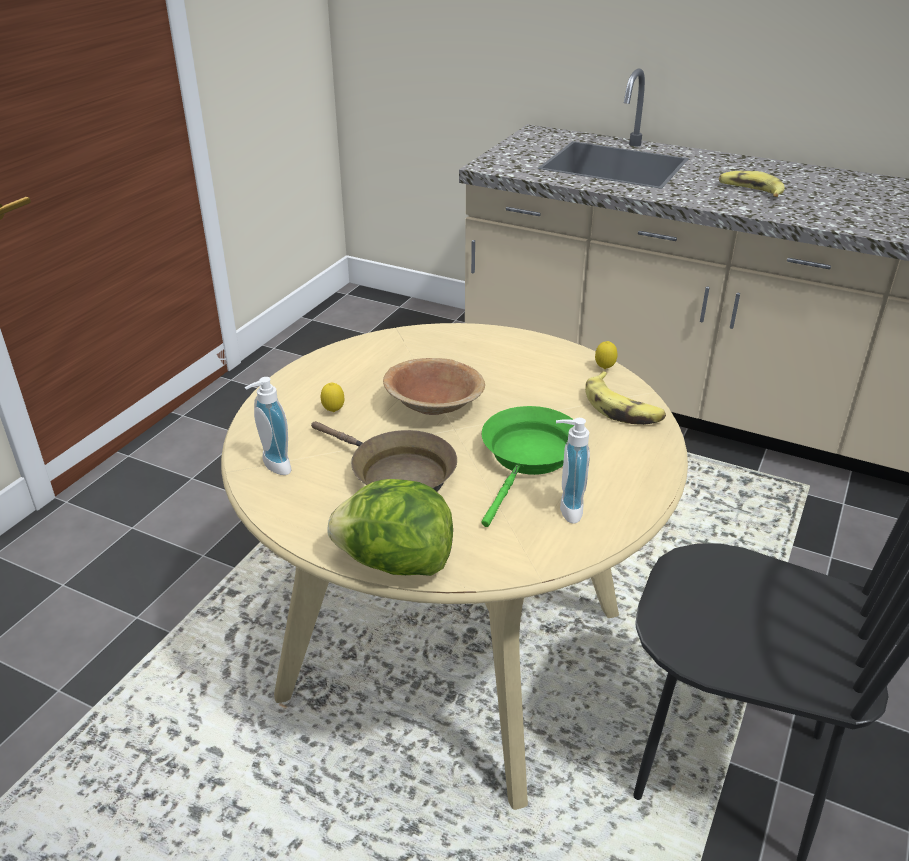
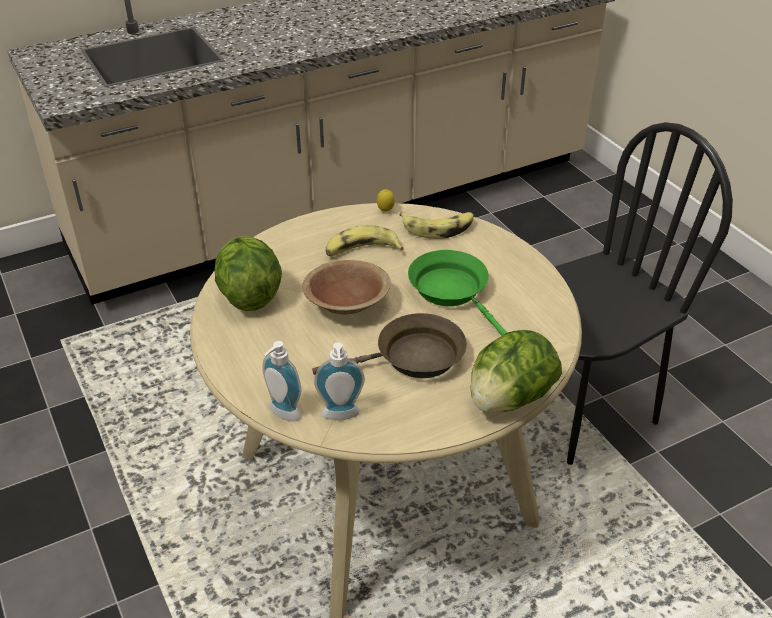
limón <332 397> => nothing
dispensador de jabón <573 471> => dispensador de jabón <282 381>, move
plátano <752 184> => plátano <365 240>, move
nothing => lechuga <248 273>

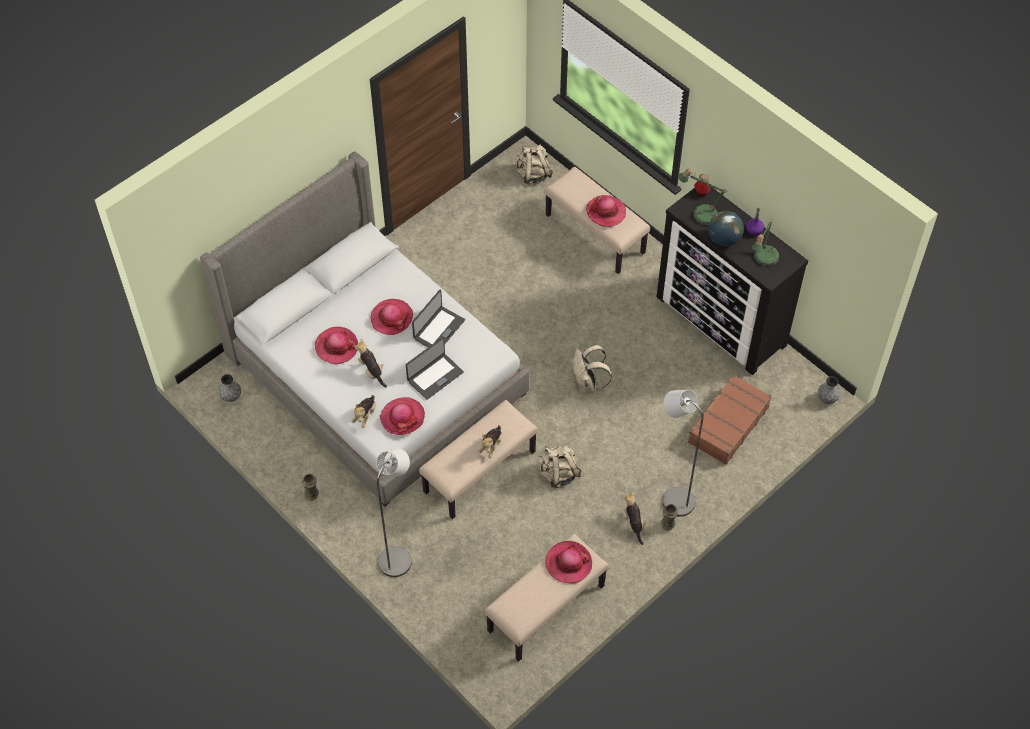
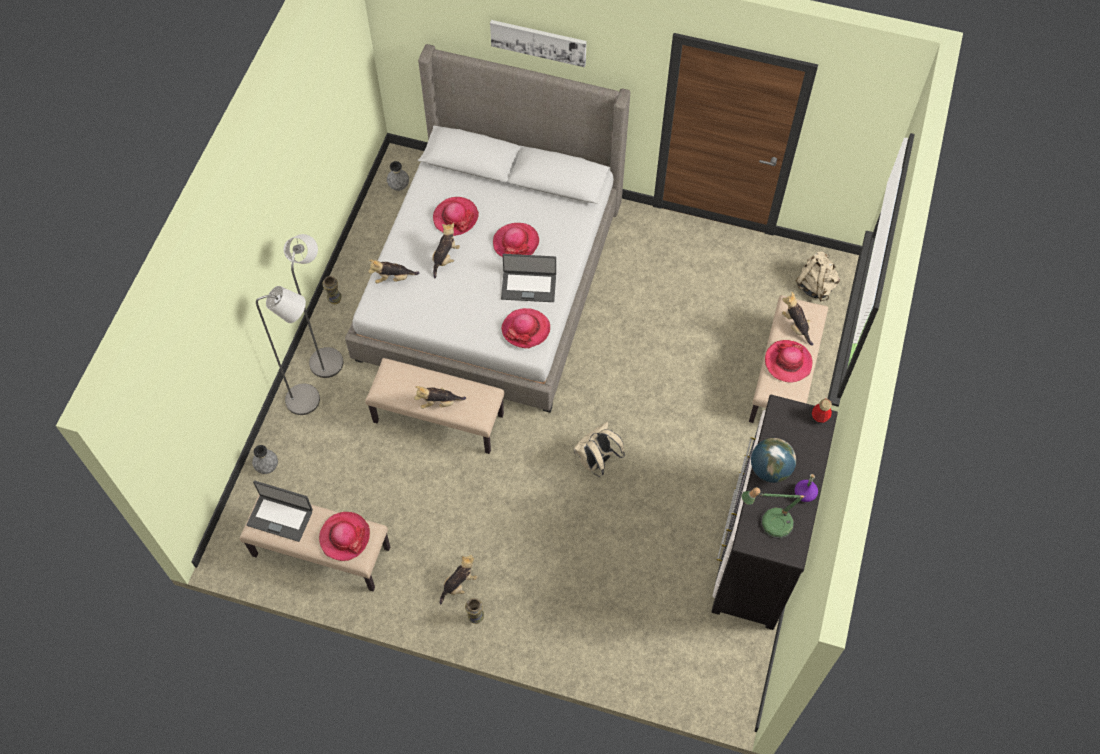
sombrero <402 416> => sombrero <525 328>, move
portátil <435 368> => portátil <279 511>, move
mochila (beis) <559 466> => nothing
lámpara de pie (gris) <683 453> => lámpara de pie (gris) <313 306>, move
lámpara de mesa <702 196> => nothing
maleta (marrón) <730 419> => nothing
florero (gris) <829 390> => florero (gris) <265 459>, move
nothing => cuadro <538 43>
nothing => peluche <797 319>

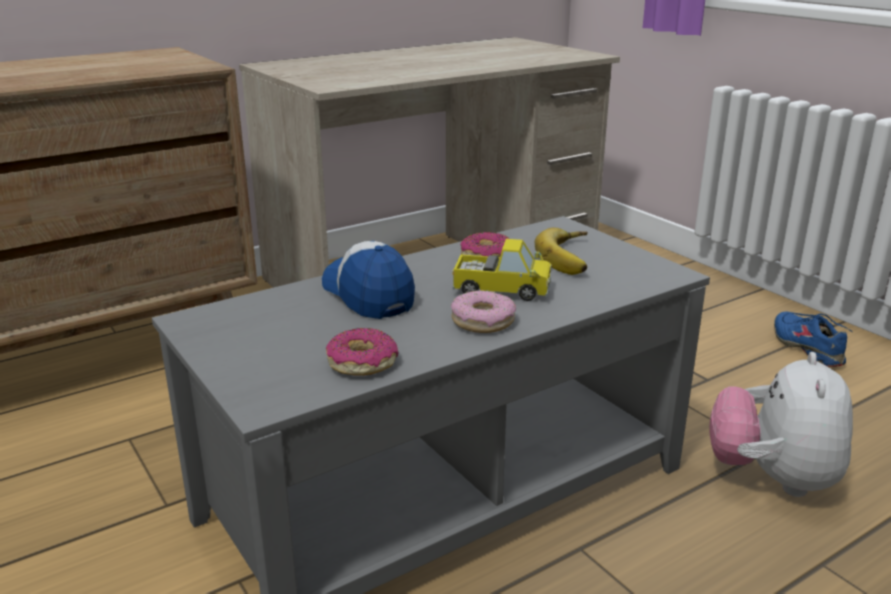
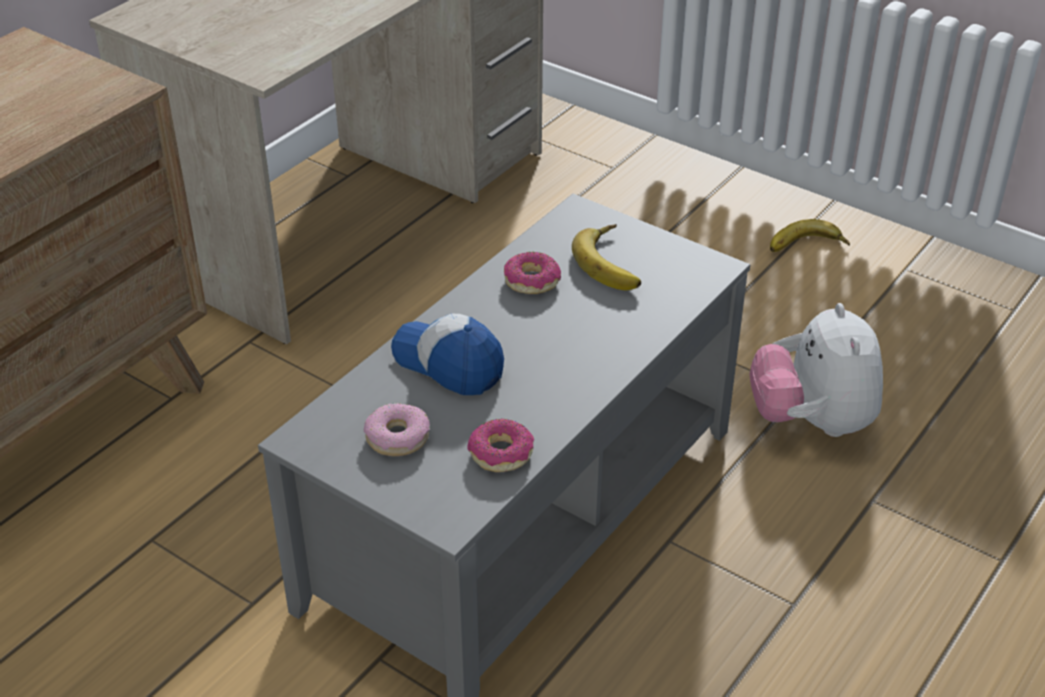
rosquilla <483 311> => rosquilla <397 429>, move
camión de juguete <502 270> => nothing
zapato (azul) <813 339> => plátano <810 235>

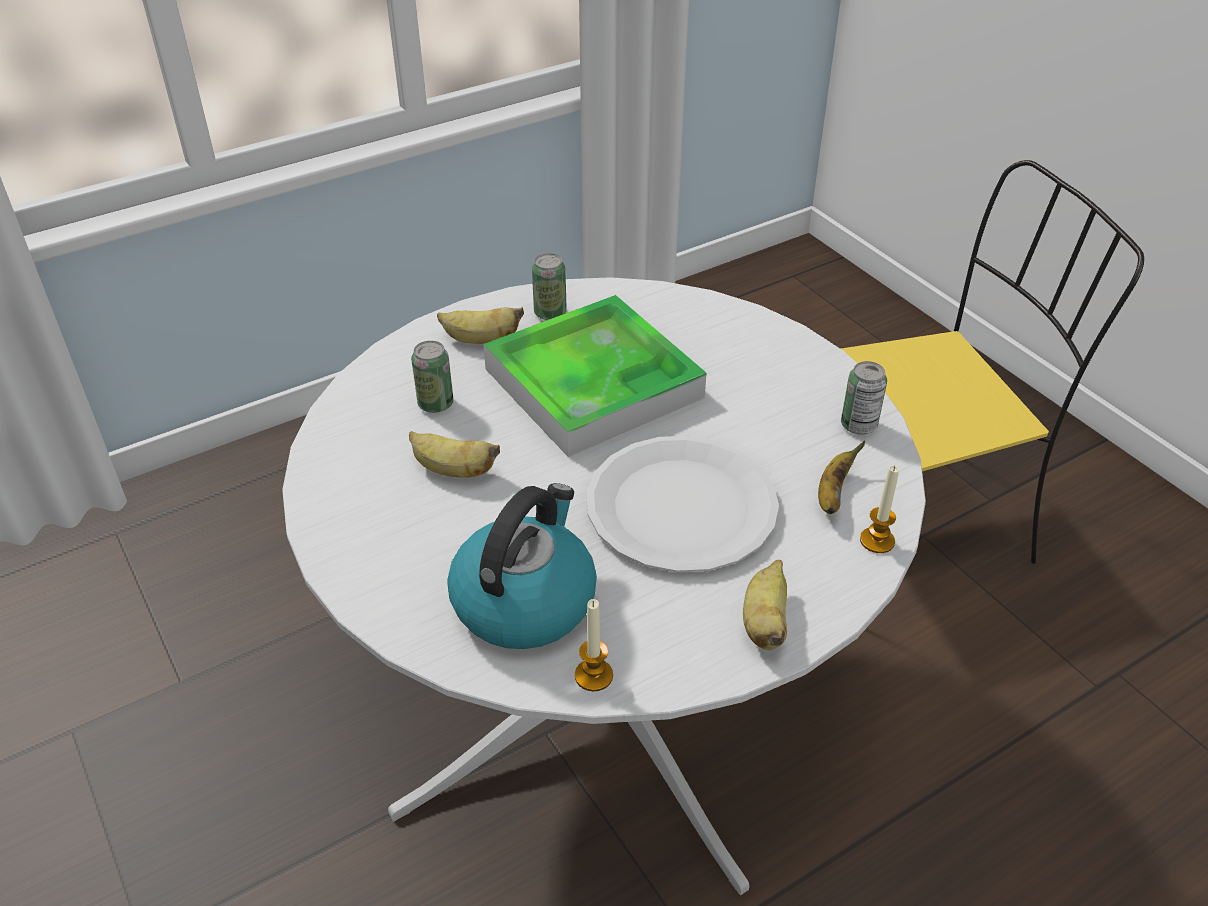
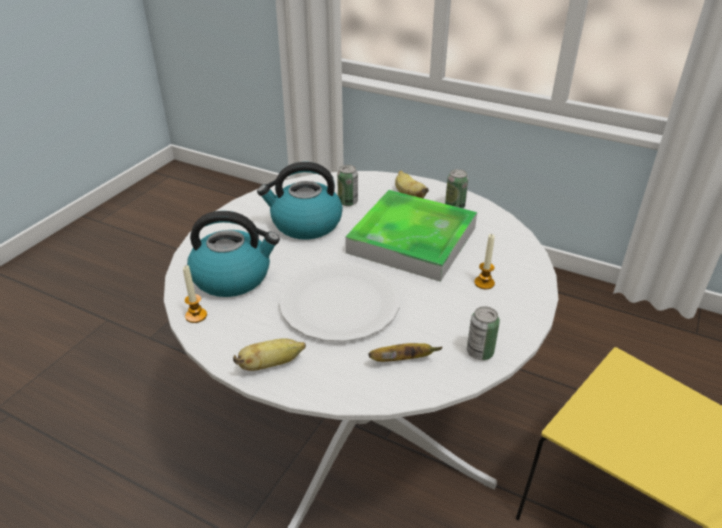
plátano <454 454> => hervidor <300 201>
vela <879 509> => vela <484 261>, move

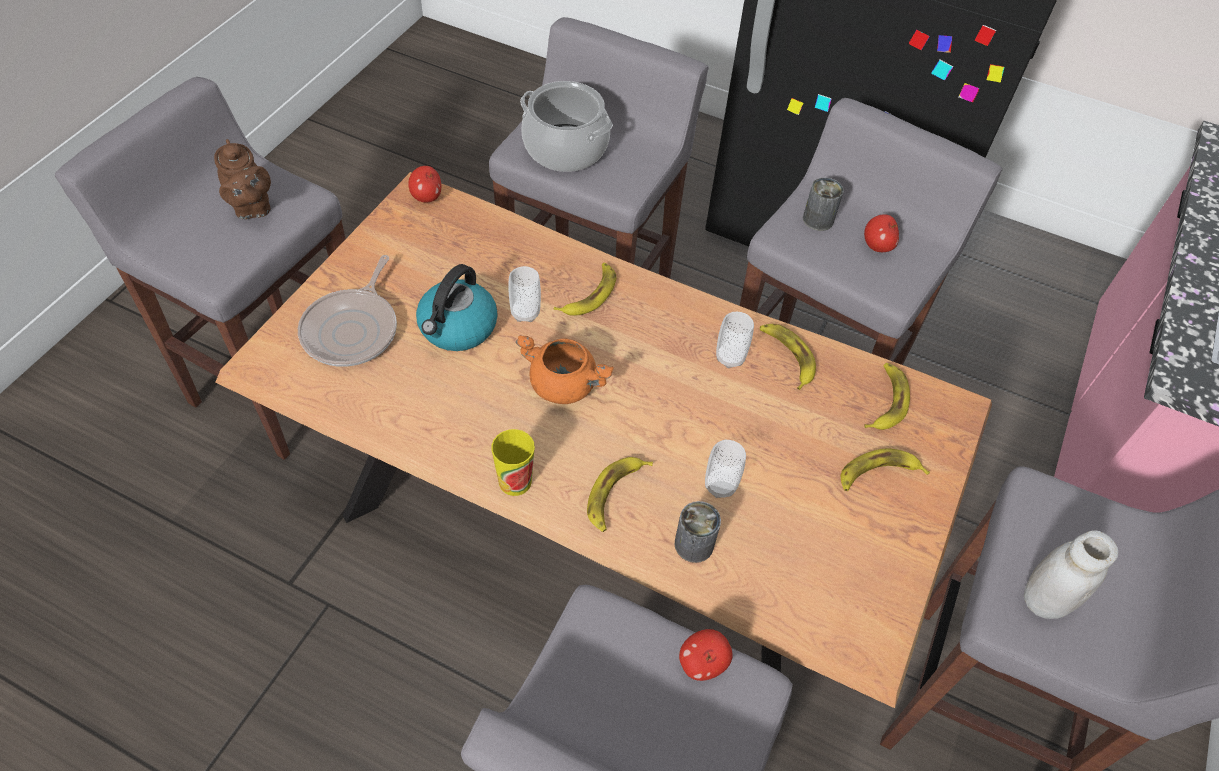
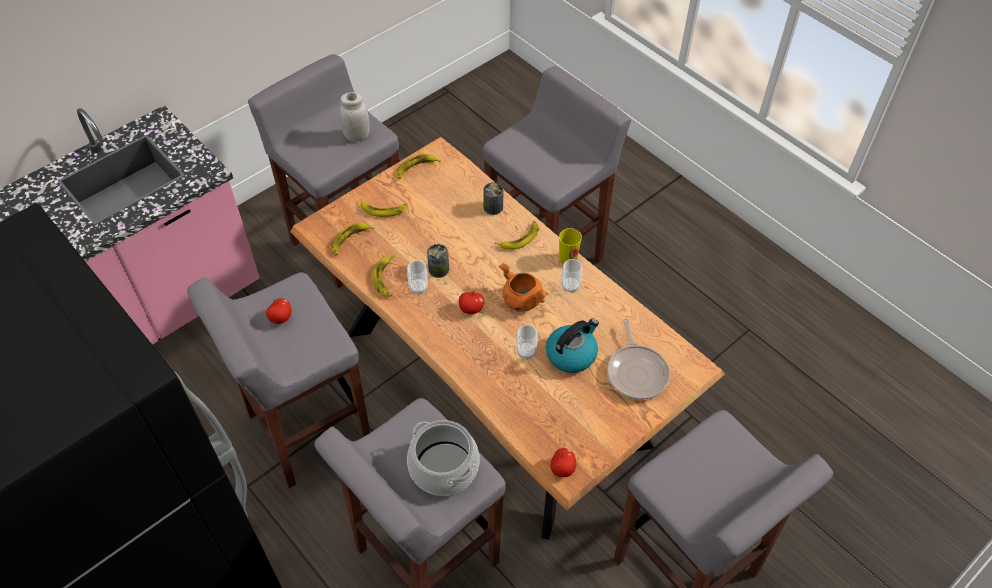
tetera (marrón) <242 179> => nothing
sartén <347 311> => sartén <638 359>, 135 degrees clockwise
plátano <585 289> => plátano <418 166>, move
manzana <705 655> => manzana <471 302>, move
taza <725 469> => taza <572 276>, move
lata <823 204> => lata <438 261>, move

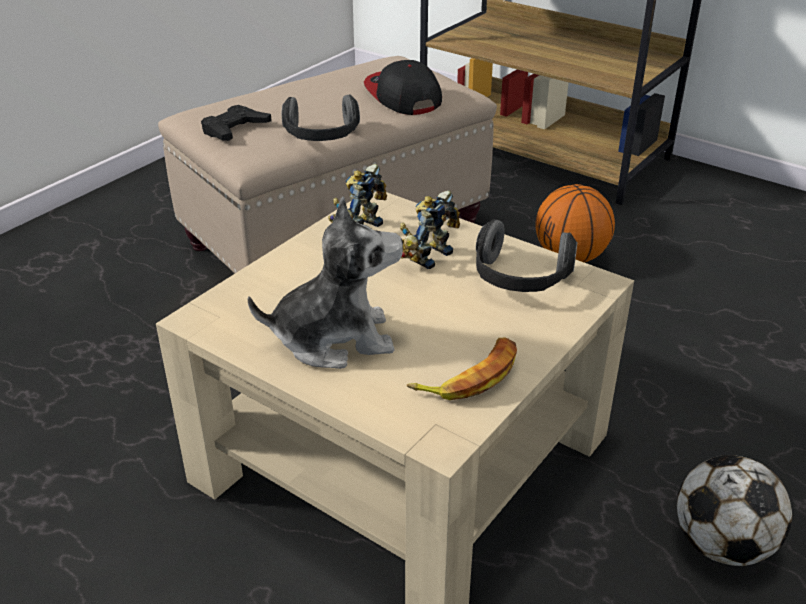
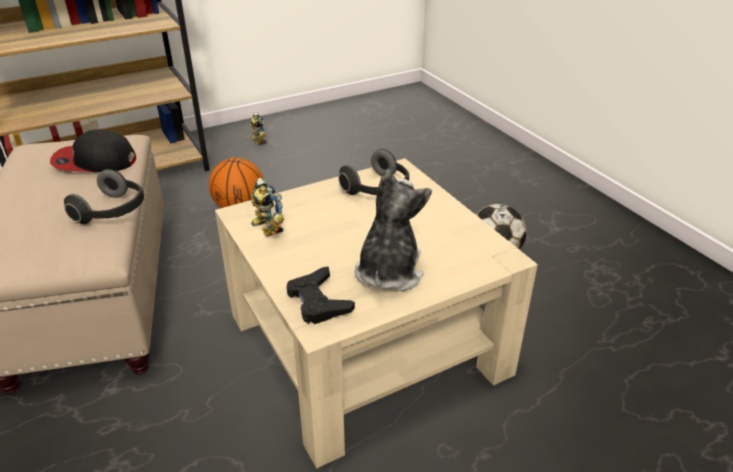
mando de consola (negro) <236 123> => mando de consola (negro) <321 295>, move
robot de juguete <430 230> => robot de juguete <259 128>, move
plátano <462 369> => nothing

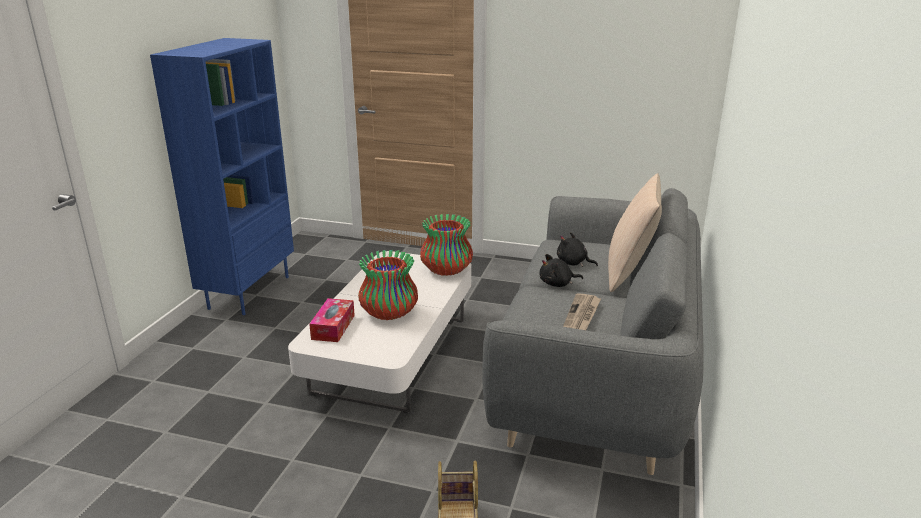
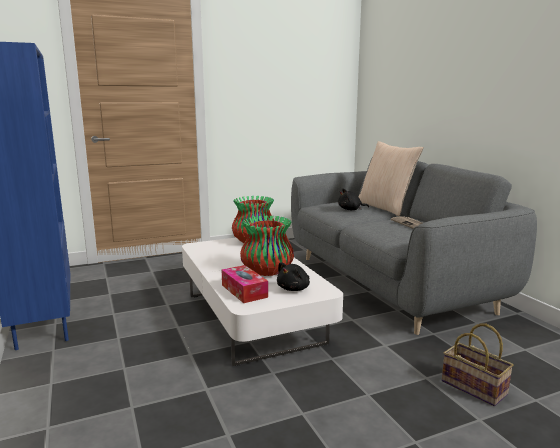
peluche (negro) <561 270> => peluche (negro) <293 276>, move

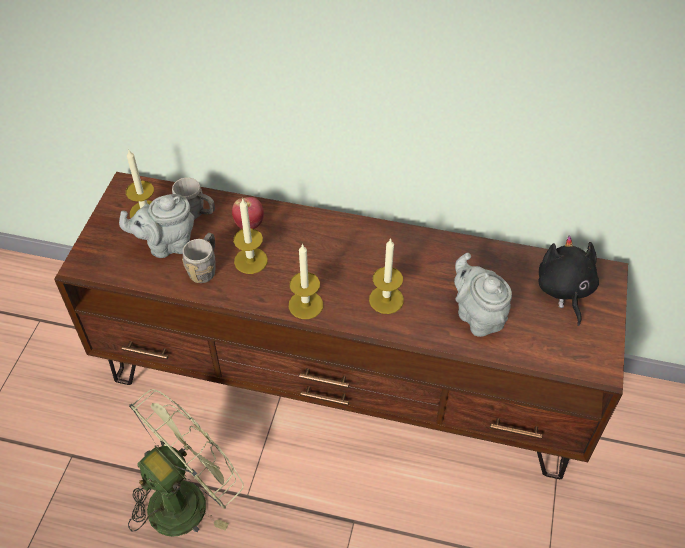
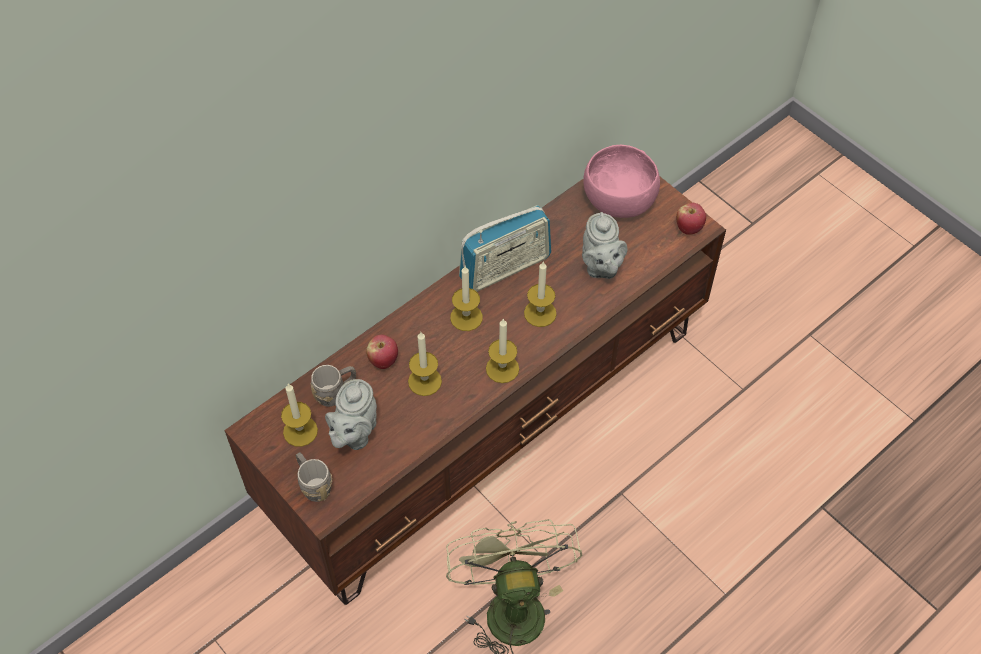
taza grande (gris) <199 258> => taza grande (gris) <314 477>, move
tetera (gris) <483 295> => tetera (gris) <604 245>, 105 degrees counterclockwise
peluche (negro) <568 280> => cuenco (rosa) <621 181>
nothing => vela <466 298>
nothing => radio <505 248>
nothing => manzana <691 219>

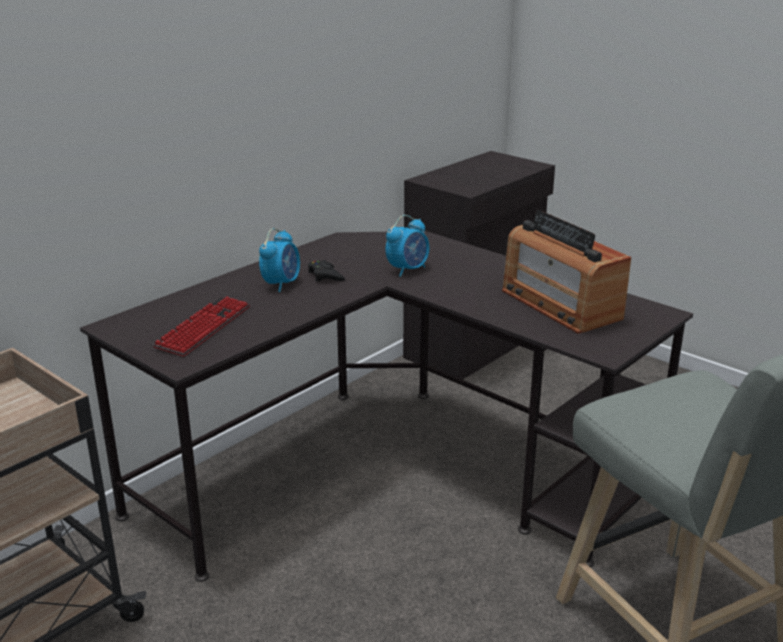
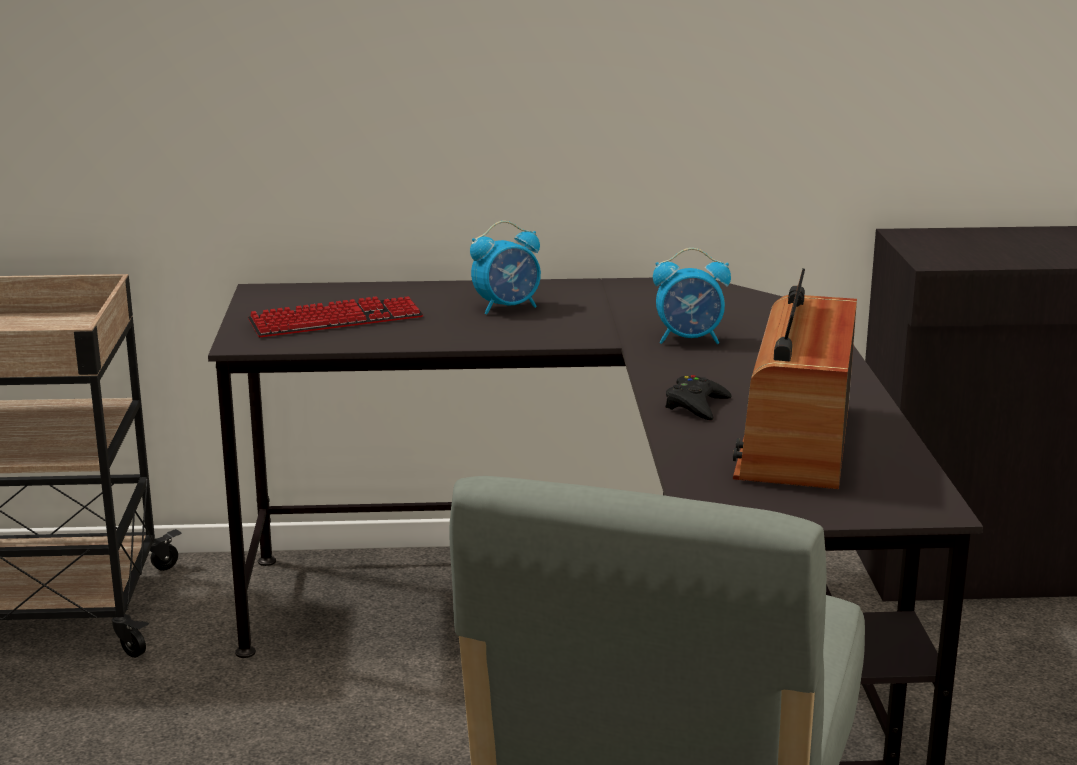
mando de consola (negro) <326 271> => mando de consola (negro) <698 397>, move

